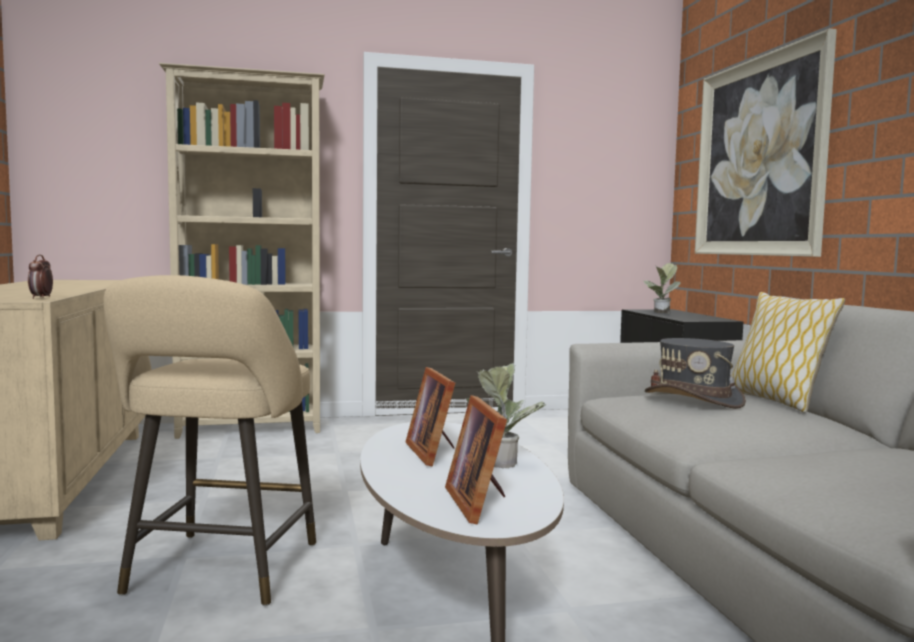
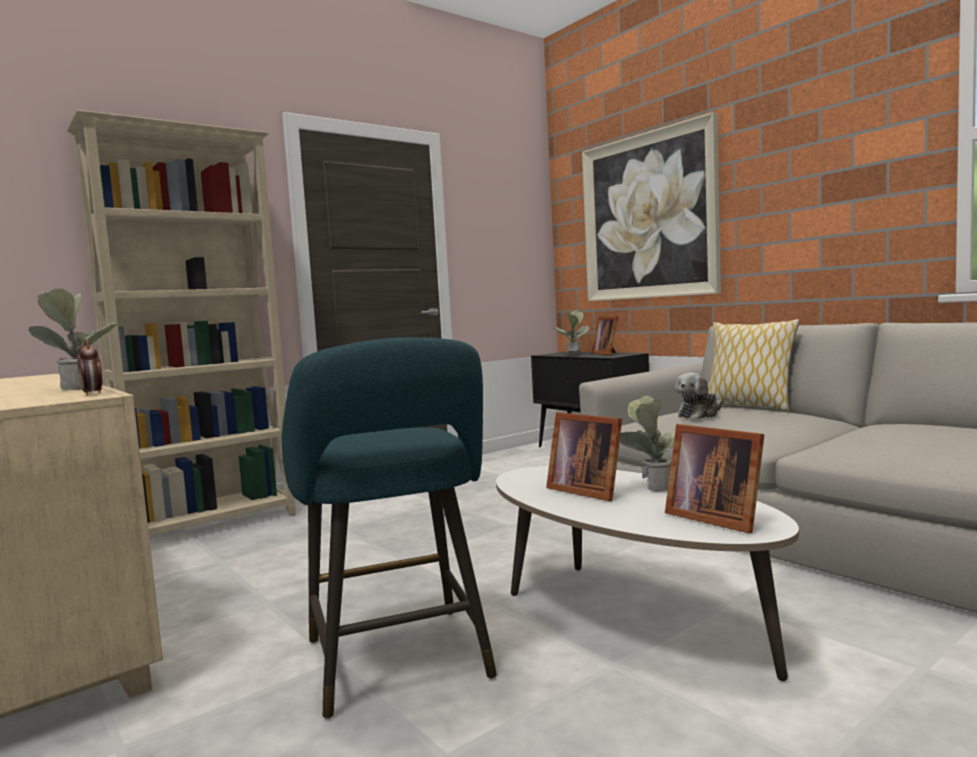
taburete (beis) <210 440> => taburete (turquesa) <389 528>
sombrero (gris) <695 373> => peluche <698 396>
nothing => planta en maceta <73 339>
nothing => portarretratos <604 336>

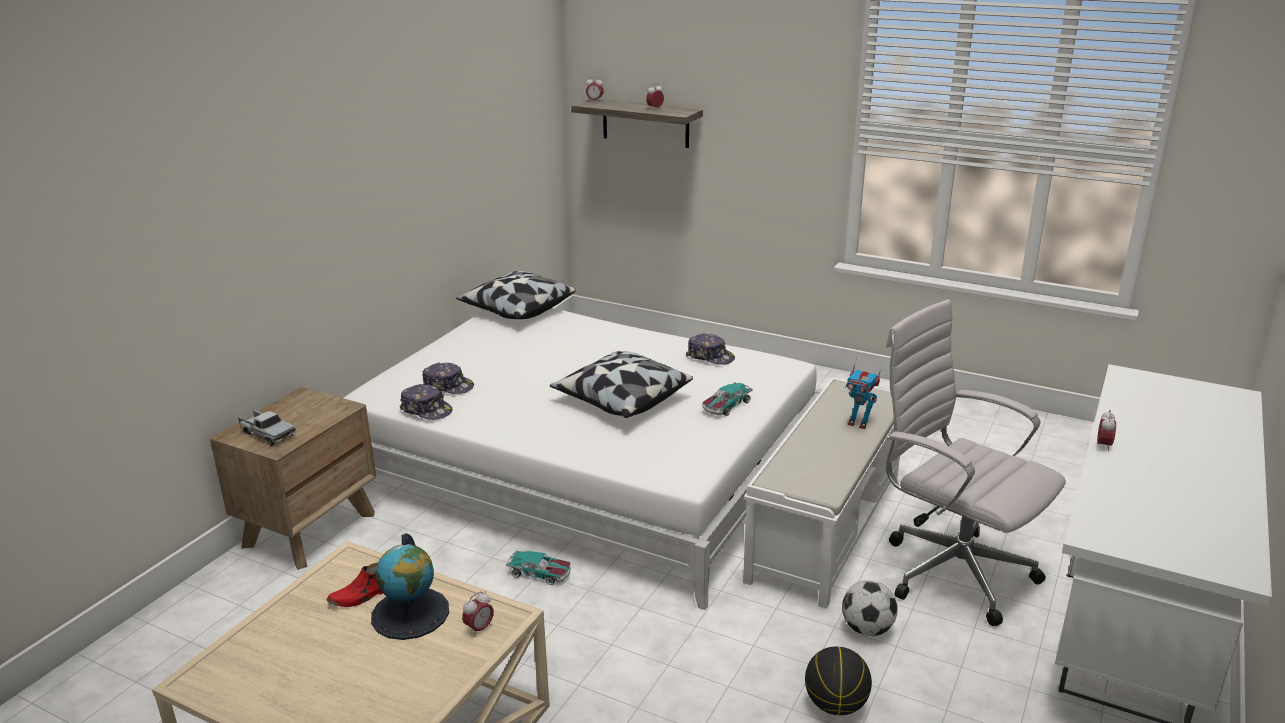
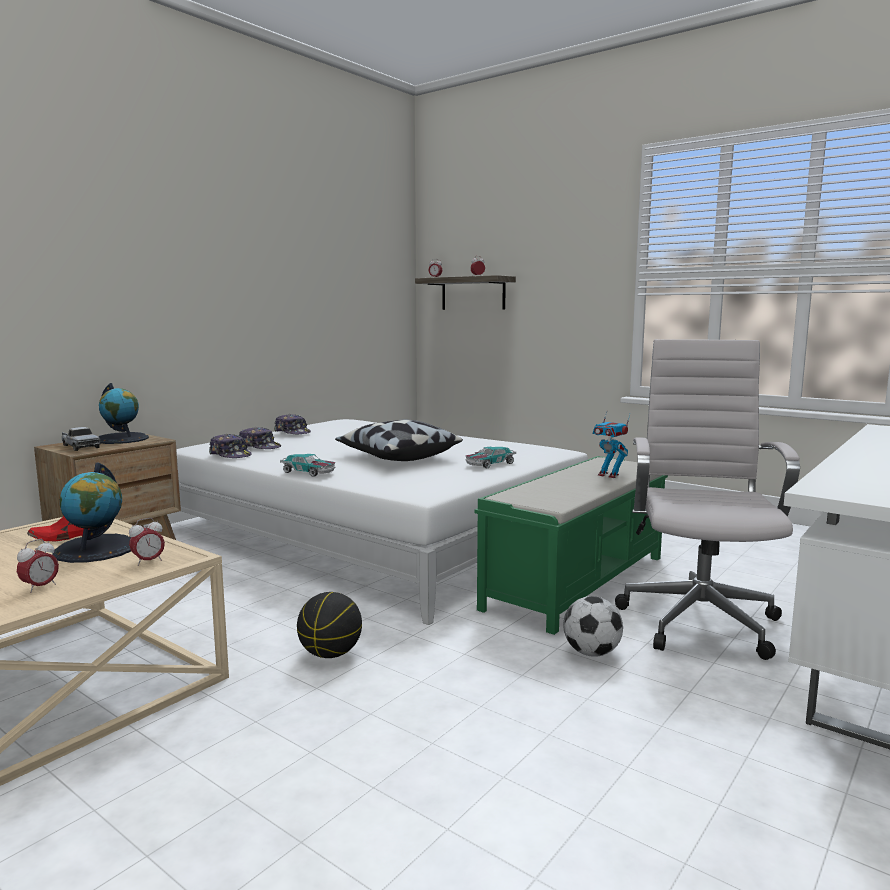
cojín <516 295> => nothing
coche de juguete <538 567> => coche de juguete <307 465>, move
gorra <710 349> => gorra <292 424>, move
banco (blanco) <821 493> => banco (verde) <571 545>
balón de baloncesto <838 681> => balón de baloncesto <329 625>, move
silla de oficina (blanco) <976 462> => silla de oficina (blanco) <707 499>, 45 degrees clockwise
despertador <1106 431> => despertador <38 566>, move
nothing => globo terráqueo <123 413>

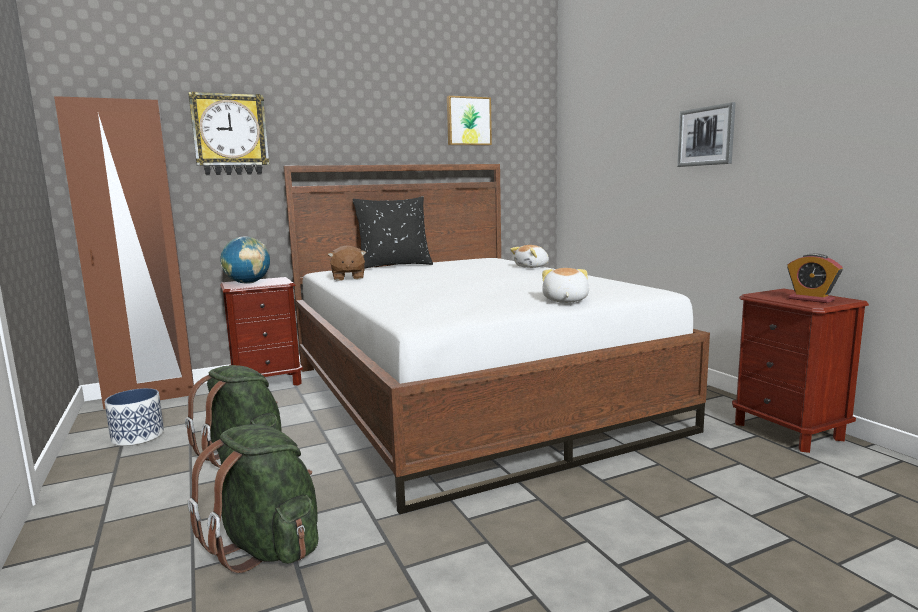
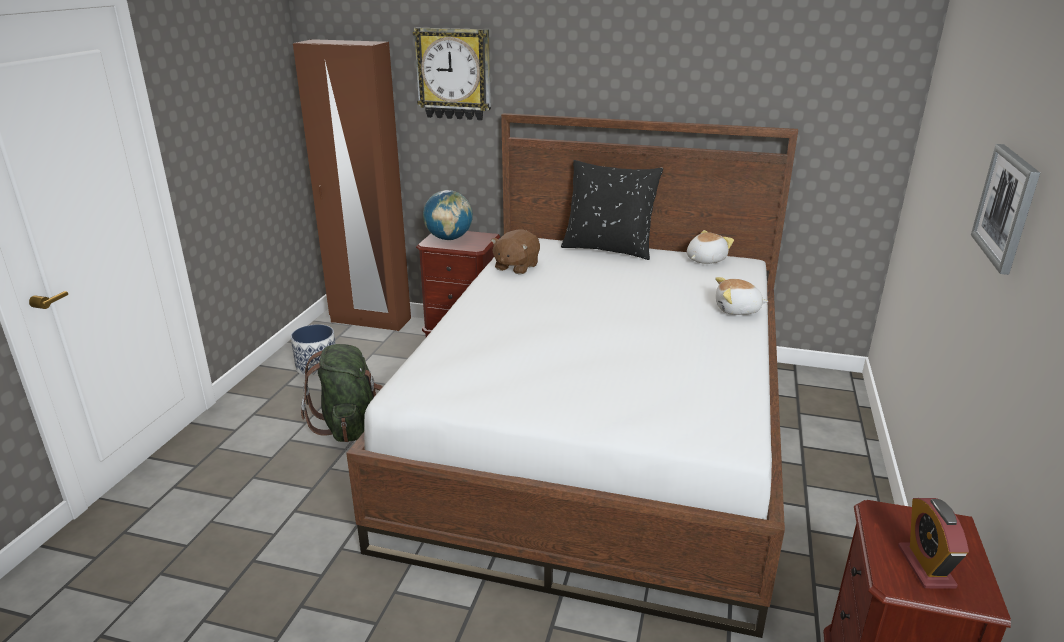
mochila (verde) <253 498> => nothing
cuadro <469 120> => nothing
peluche <565 285> => peluche <710 247>, move

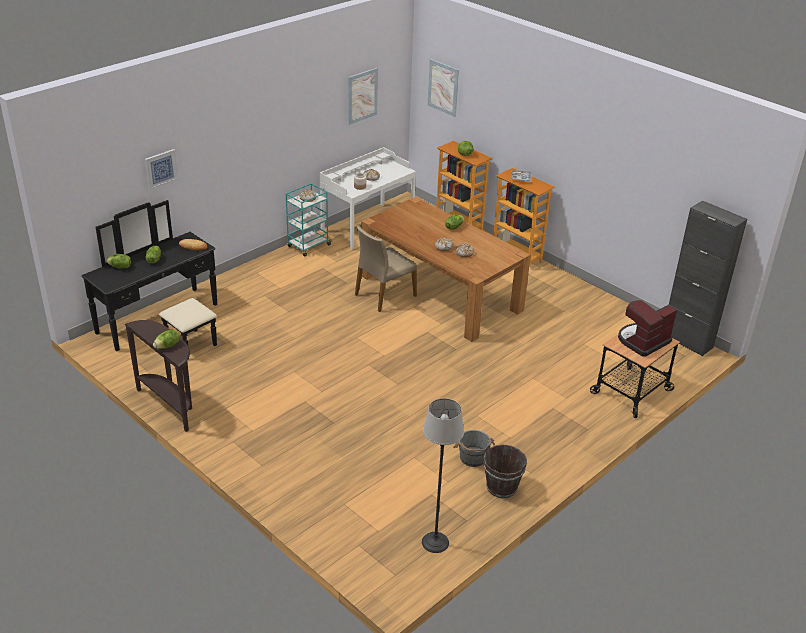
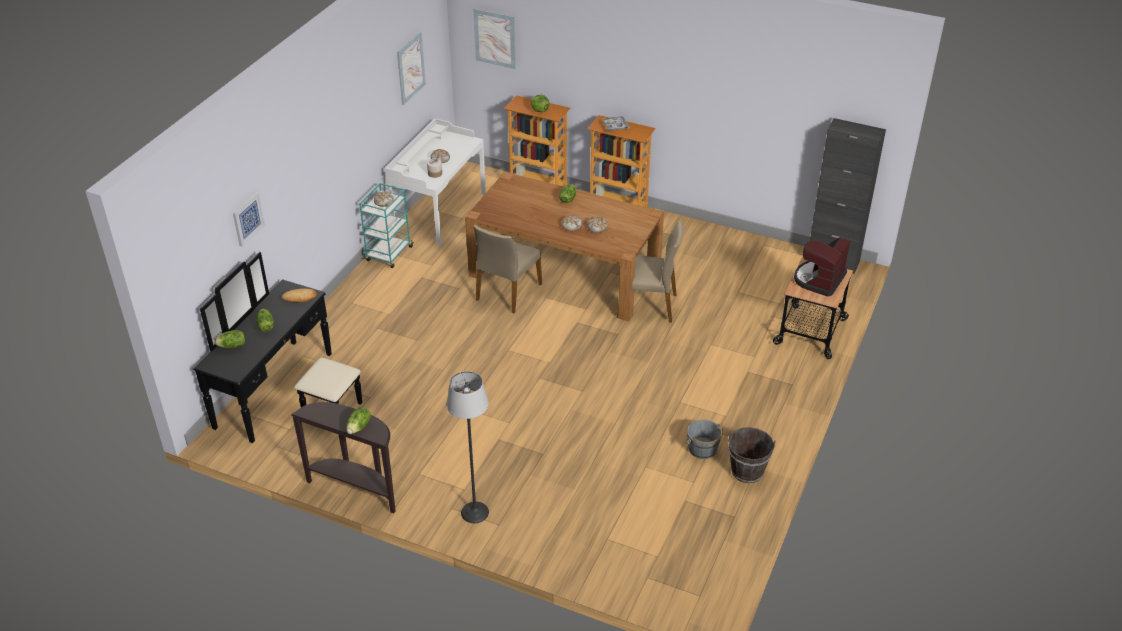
lámpara de pie <443 475> => lámpara de pie <468 447>, move
nothing => silla (beis) <650 272>

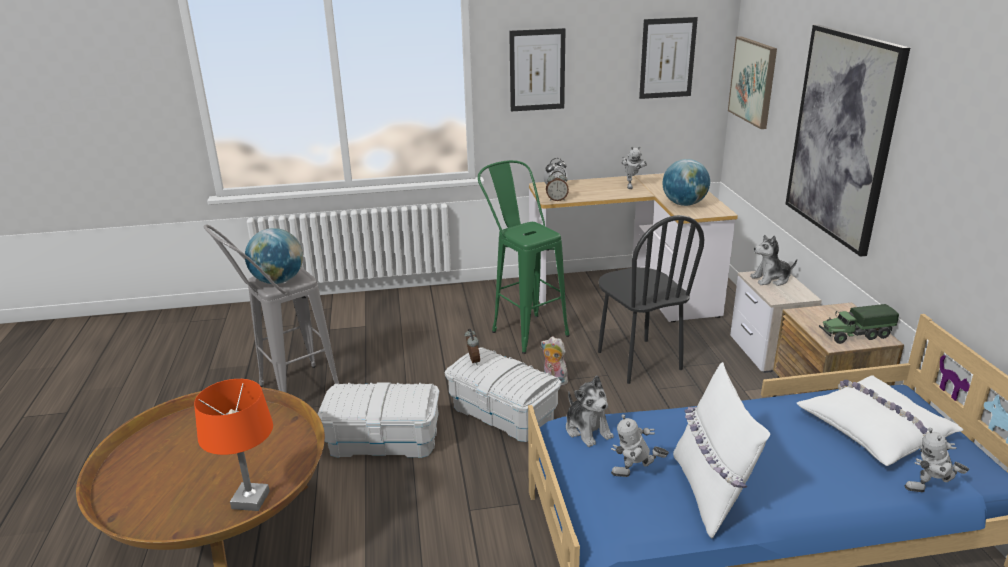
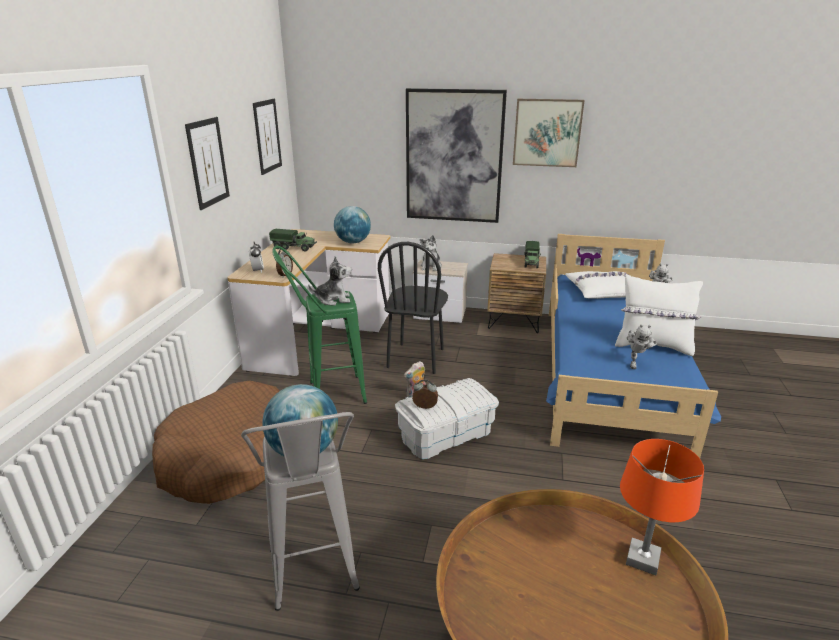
caja de almacenaje (blanco) <378 420> => nothing
peluche <590 411> => peluche <330 281>, move
silla (negro) <651 299> => silla (negro) <413 308>, 105 degrees clockwise
robot de juguete <634 167> => camión de juguete <293 240>
cuadro <752 82> => cuadro <549 133>, move
nothing => cama para perro (marrón) <215 442>

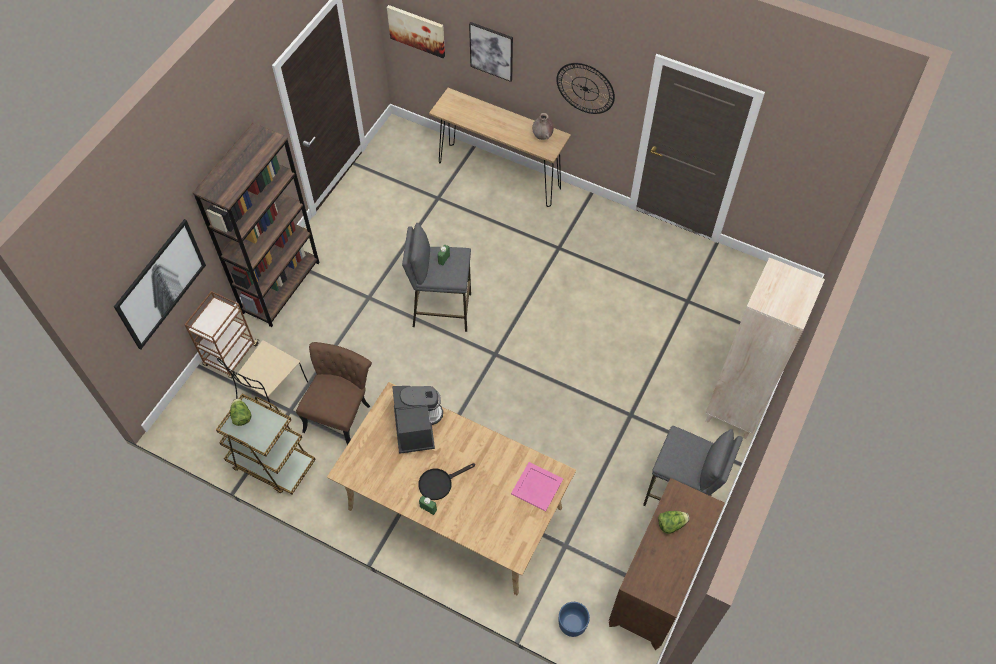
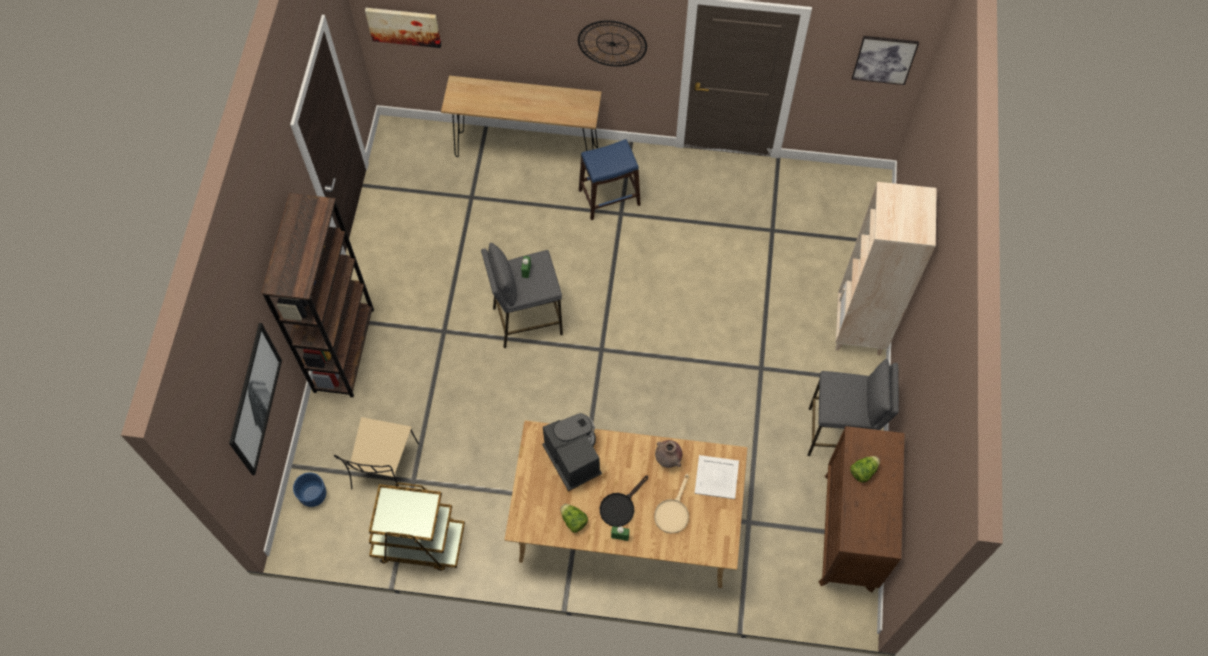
carrito (marrón) <221 334> => nothing
lechuga <240 412> => lechuga <574 518>, move
silla (marrón) <334 393> => nothing
cuadro <491 52> => cuadro <885 60>, move
bandeja (rosa) <537 487> => bandeja (blanco) <716 477>
florero (marrón) <543 126> => florero (marrón) <668 454>, move
maceta (azul) <574 619> => maceta (azul) <309 489>, move
nothing => taburete (azul) <610 179>
nothing => sartén (beis) <671 503>

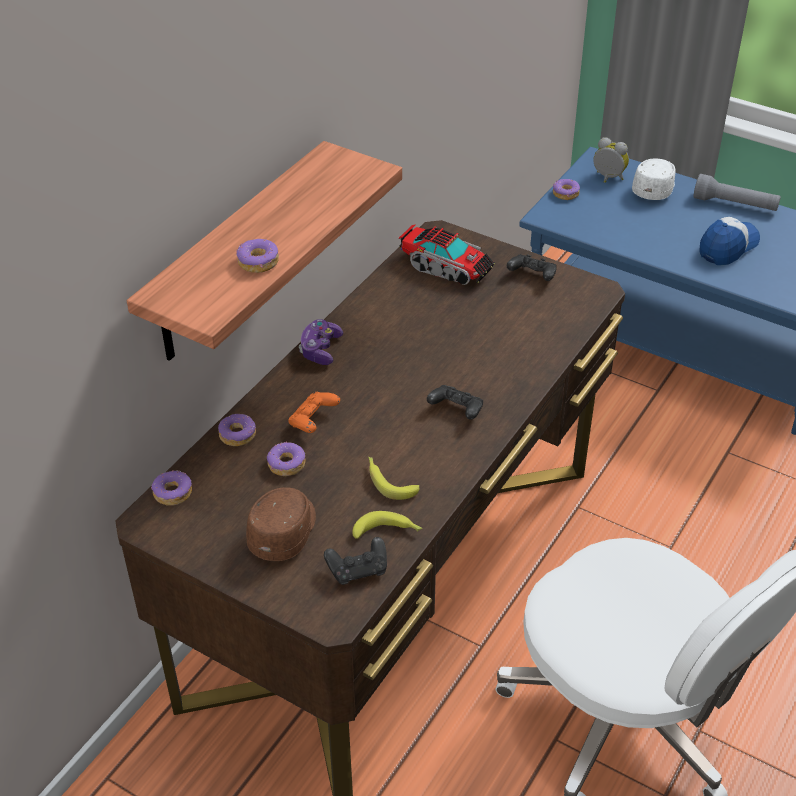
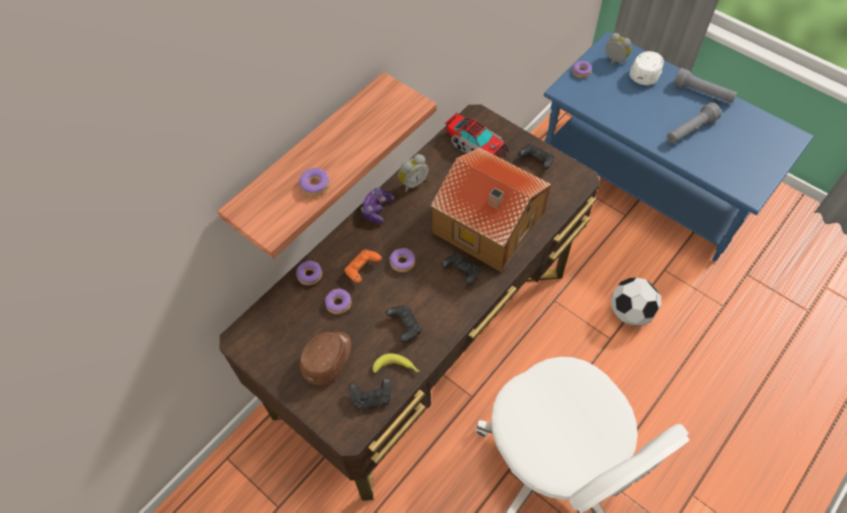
rosquilla <171 488> => rosquilla <402 260>, move
plátano <393 478> => mando de consola (negro) <404 323>
gorra <729 241> => linterna (gris) <694 123>
nothing => despertador <413 173>
nothing => casita <491 210>
nothing => balón de fútbol <636 301>

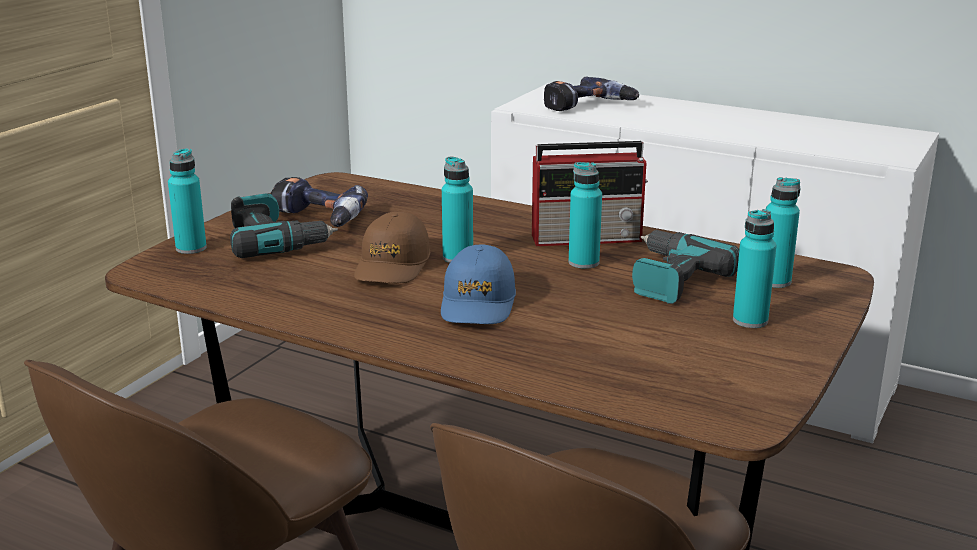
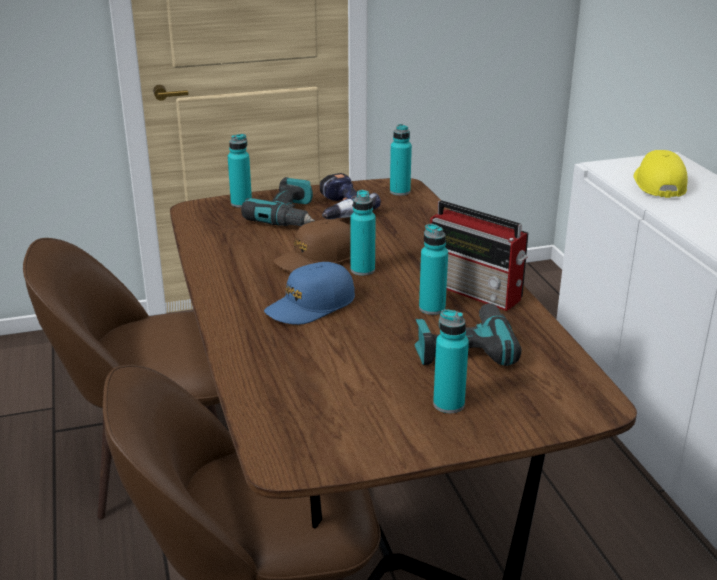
taladro <591 94> => gorra (amarillo) <661 174>
botella (turquesa) <783 232> => botella (turquesa) <401 160>, move

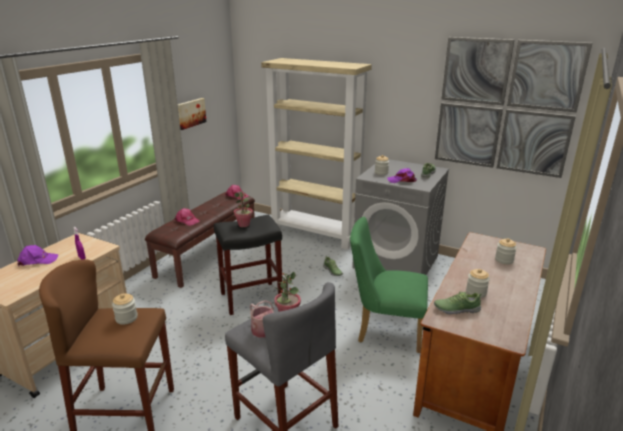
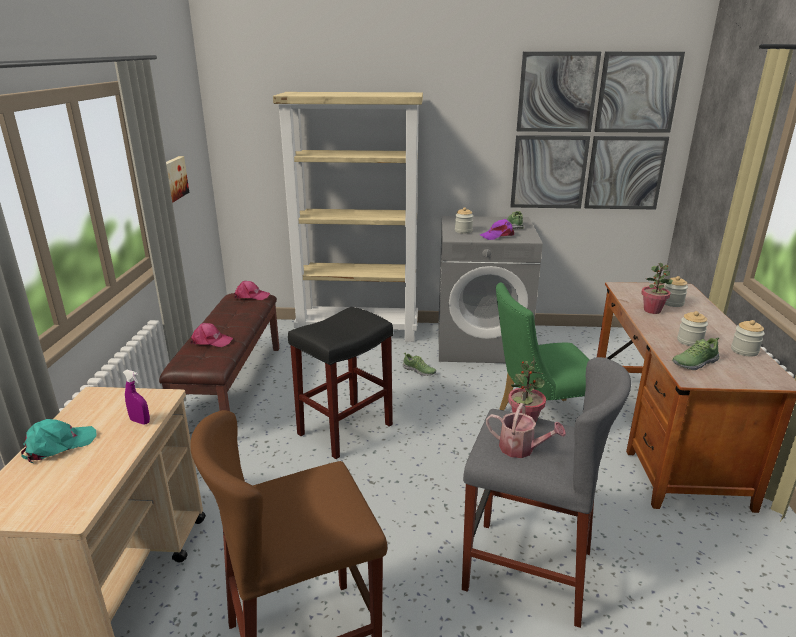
gorra (morado) <37 255> => gorra (turquesa) <59 441>
tarro <125 309> => tarro <748 338>, move
planta en maceta <243 209> => planta en maceta <657 288>, move

